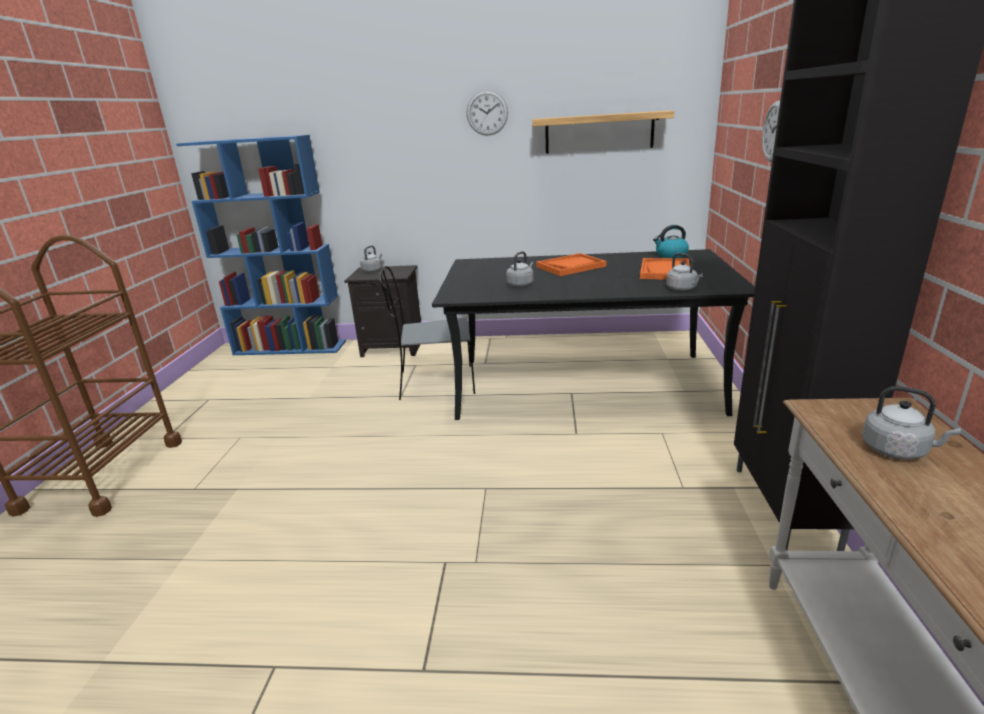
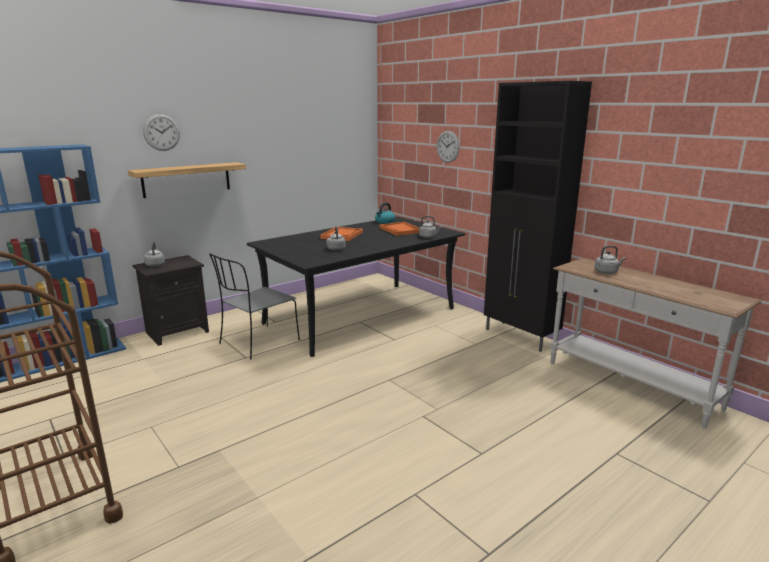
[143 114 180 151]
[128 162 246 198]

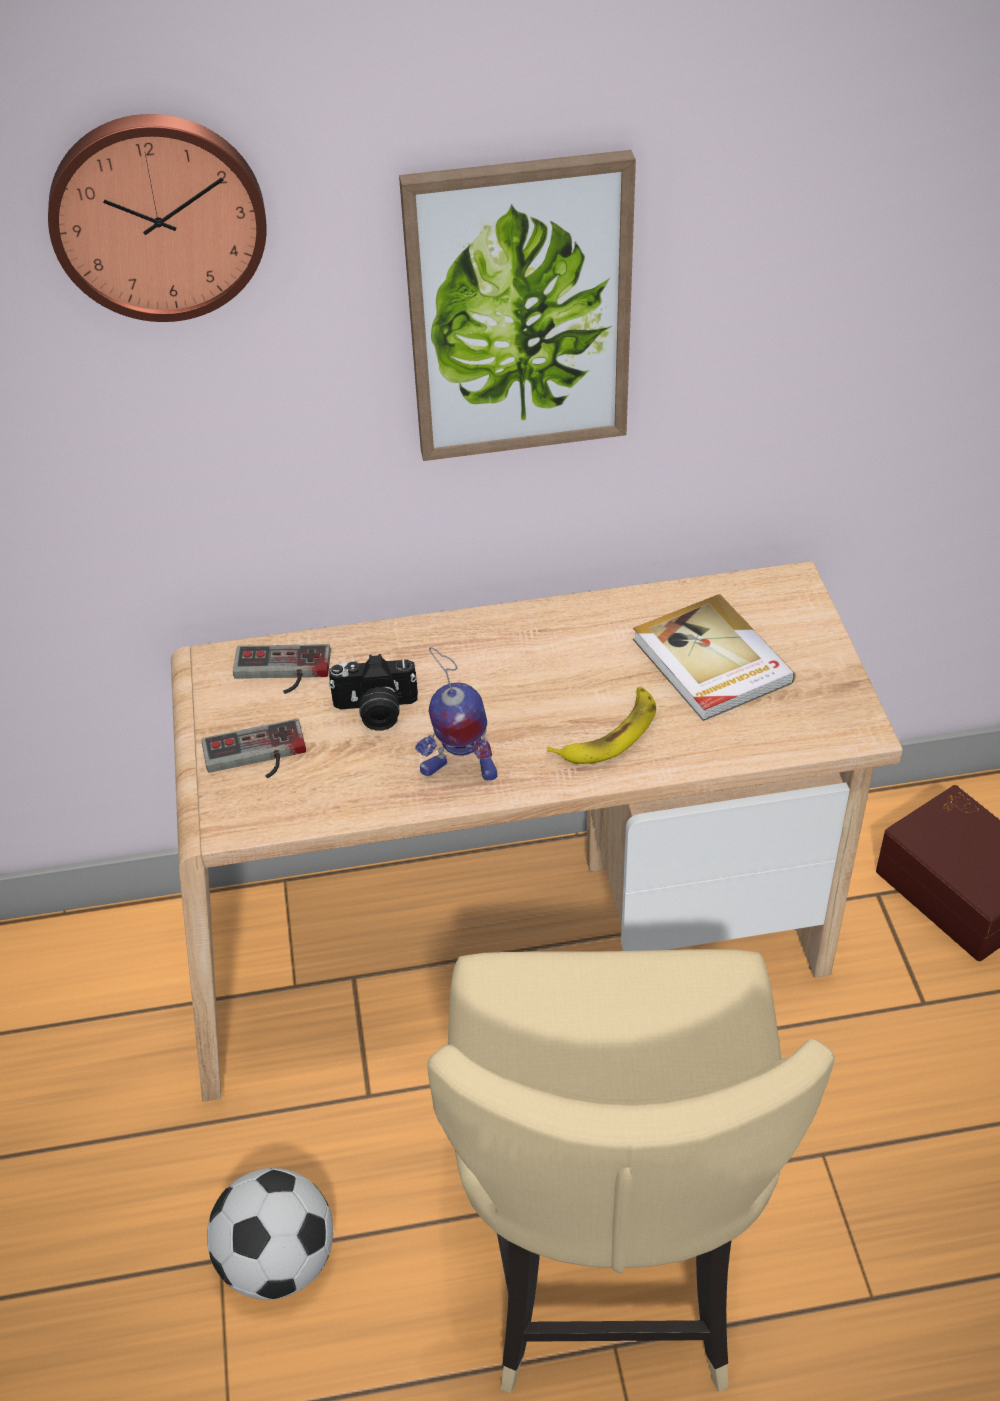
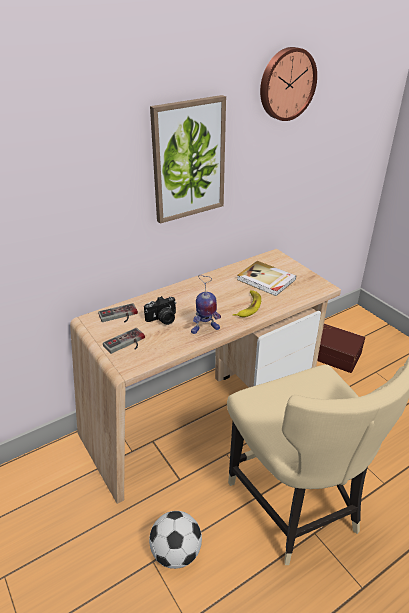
[260 47 317 121]

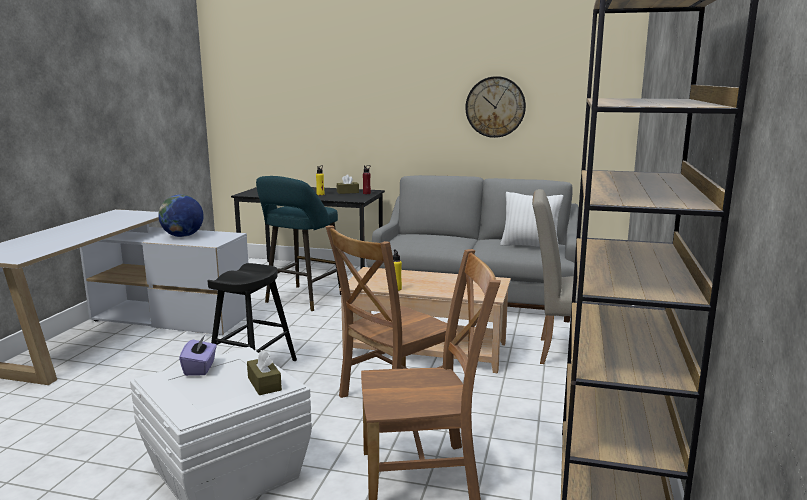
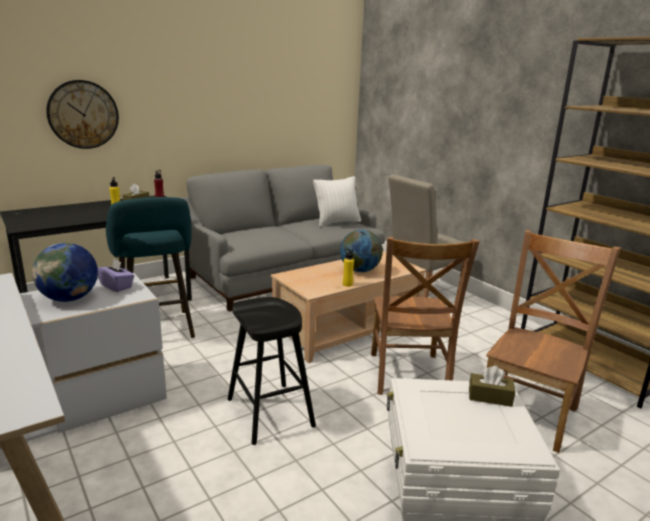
[46 80 119 149]
[97 259 134 292]
[340 230 383 272]

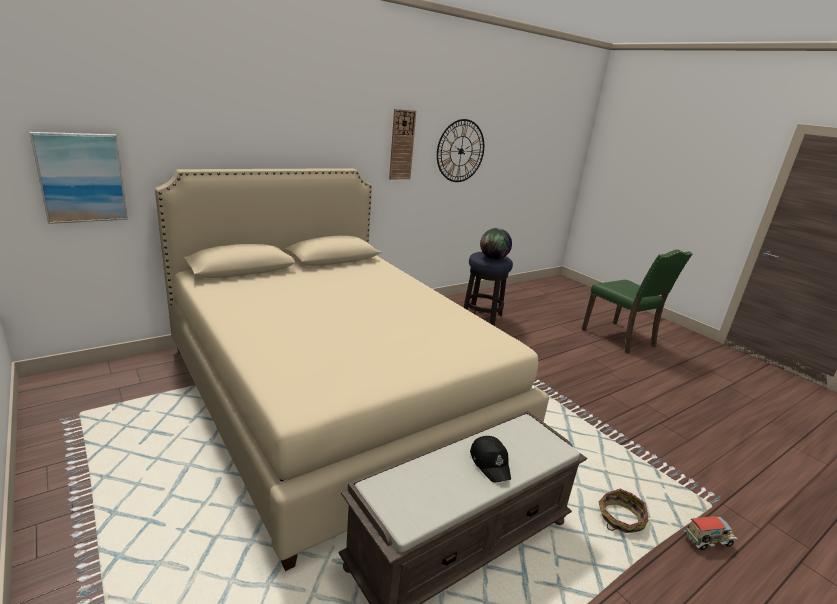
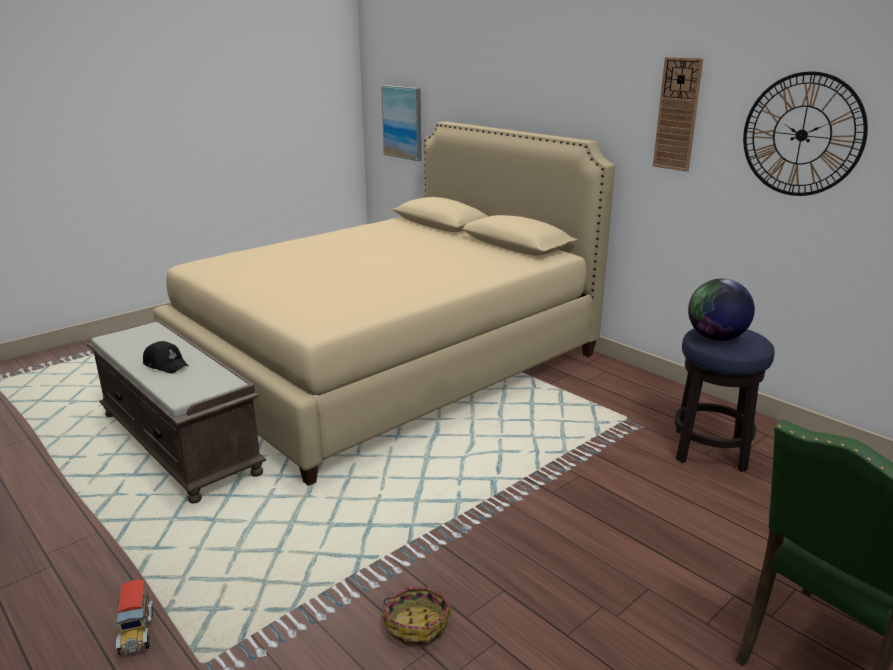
[143 341 188 374]
[382 587 451 646]

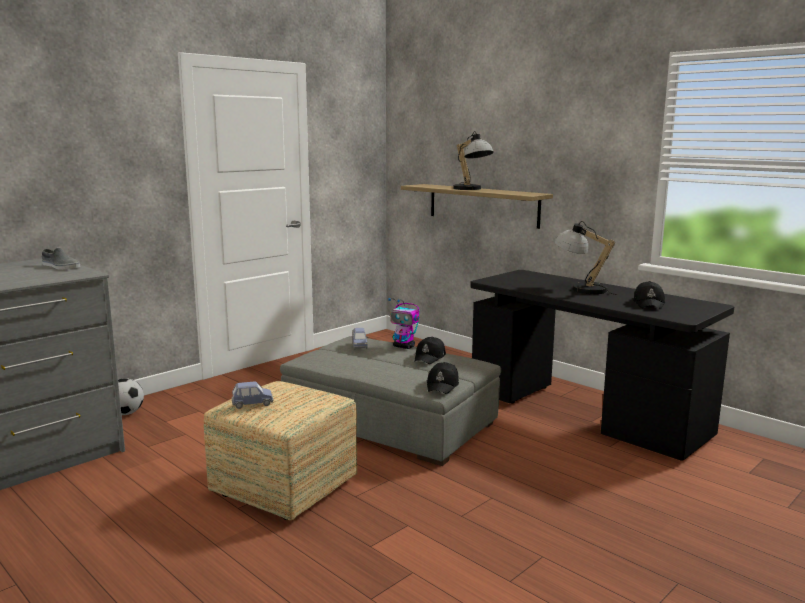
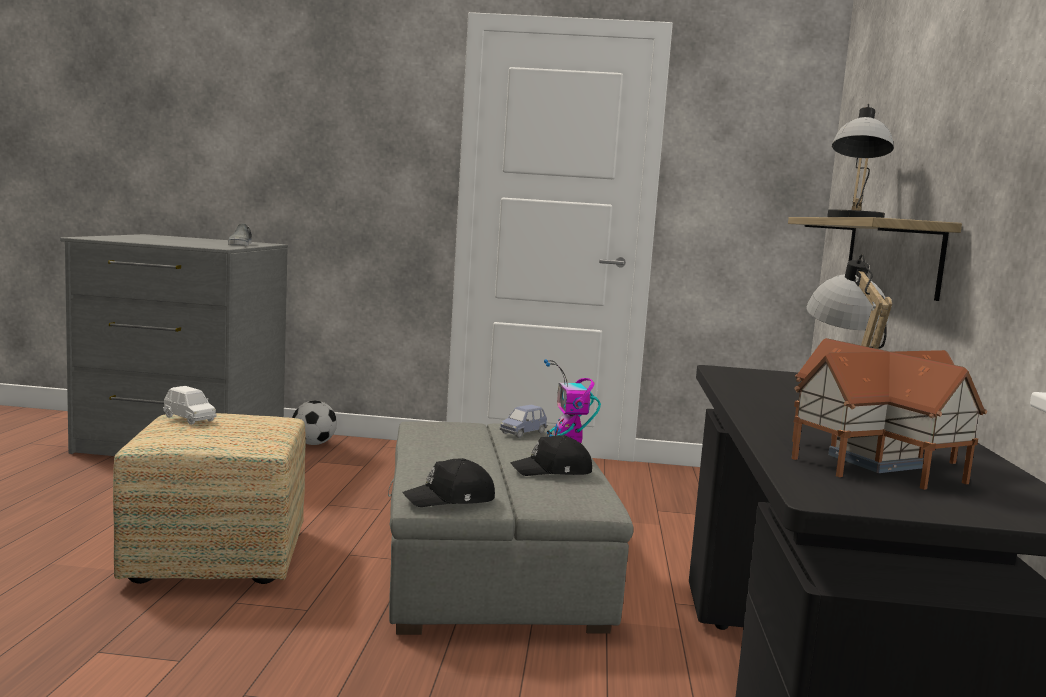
[791 338 988 490]
[163 386 217 425]

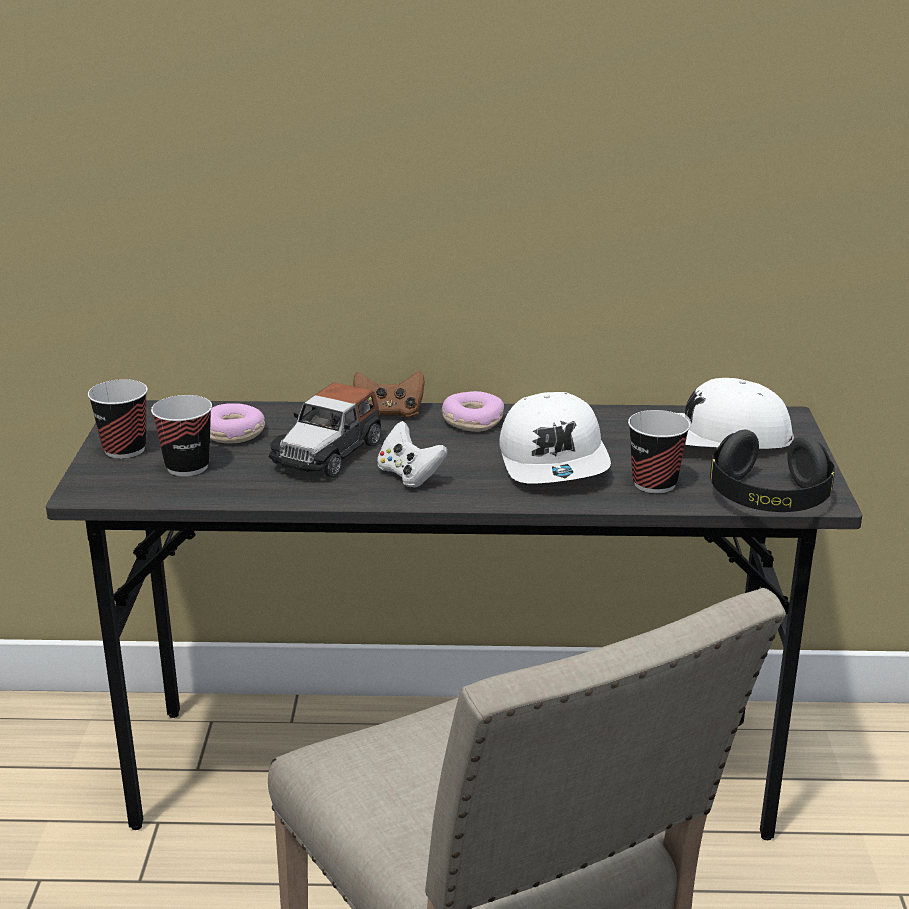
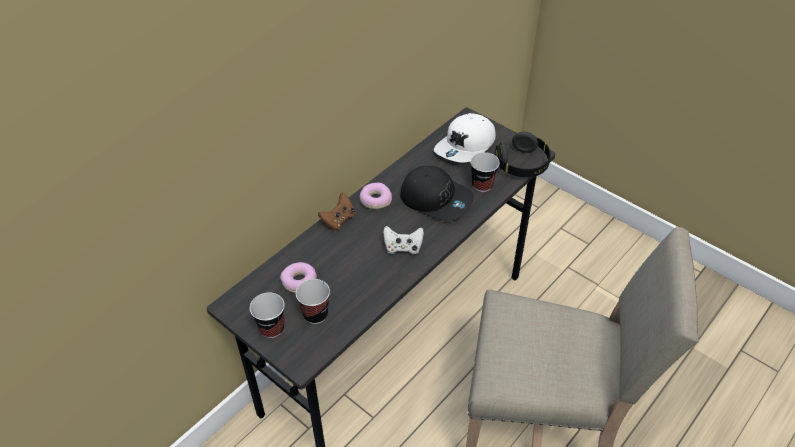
[269 382 381 478] (first image)
[401 166 474 221]

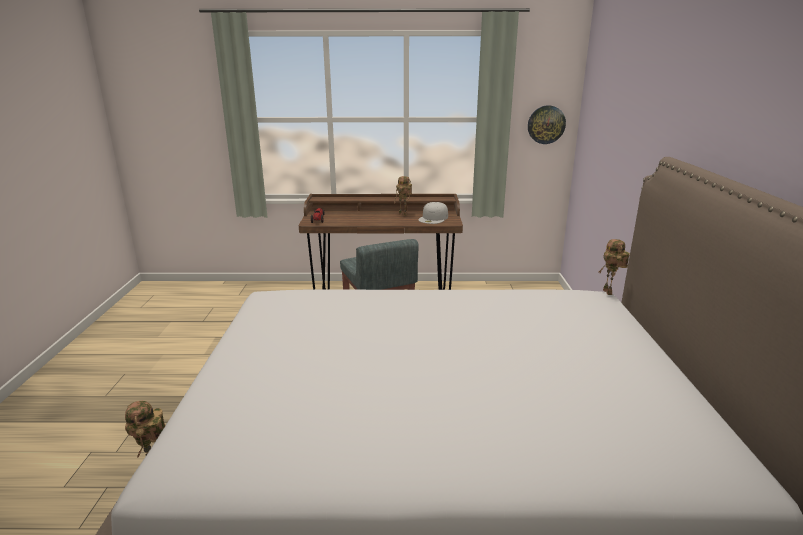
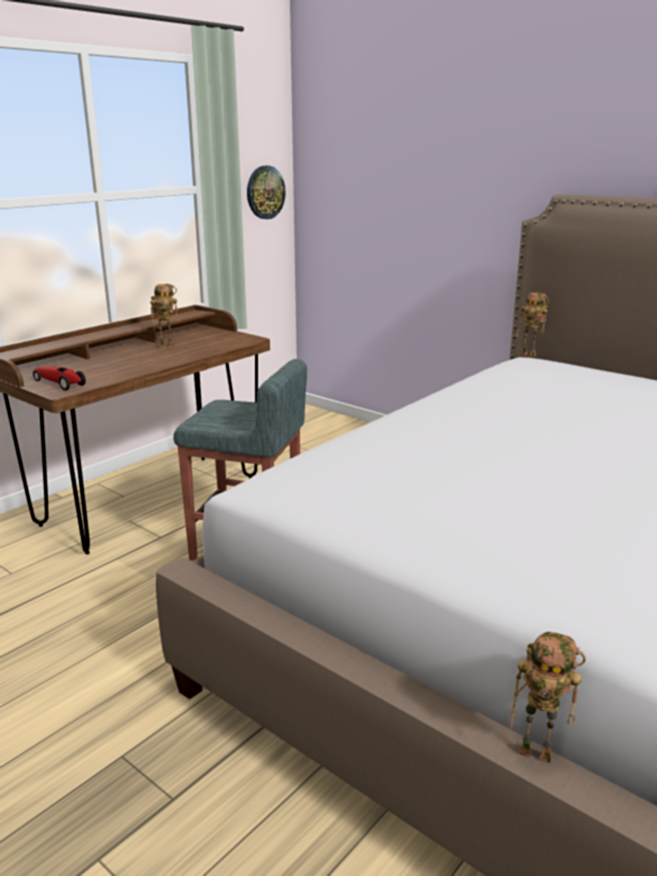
[419 202 448 224] (first image)

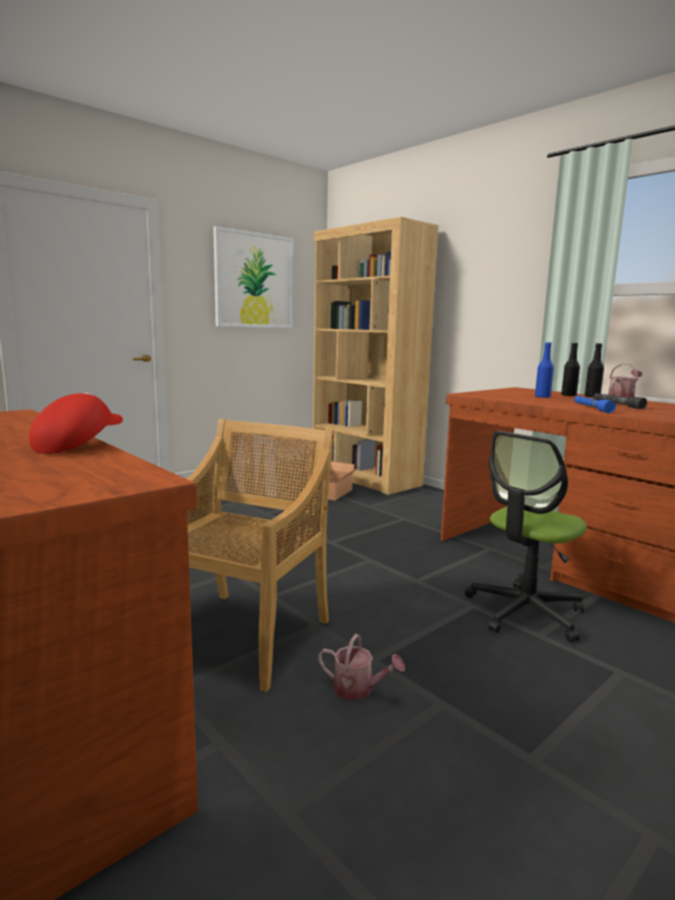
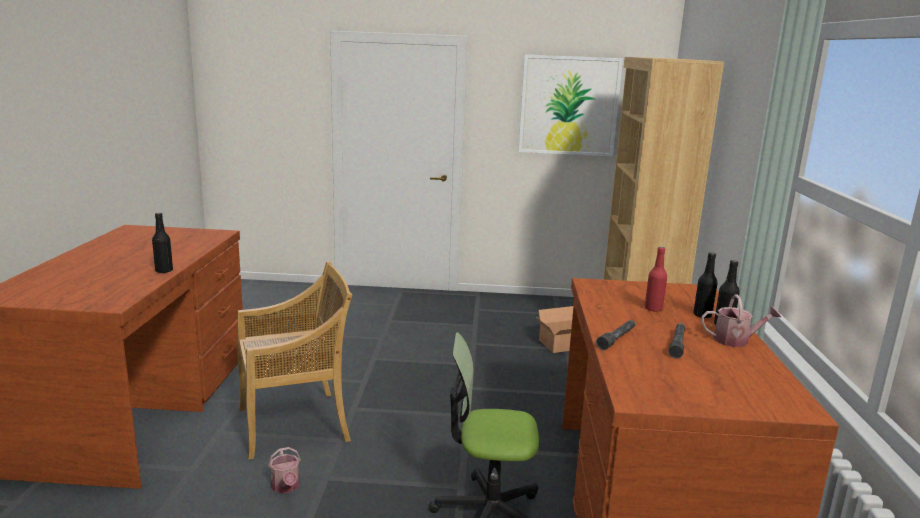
[645 247 667 312]
[152 213 173 273]
[596 320 635 350]

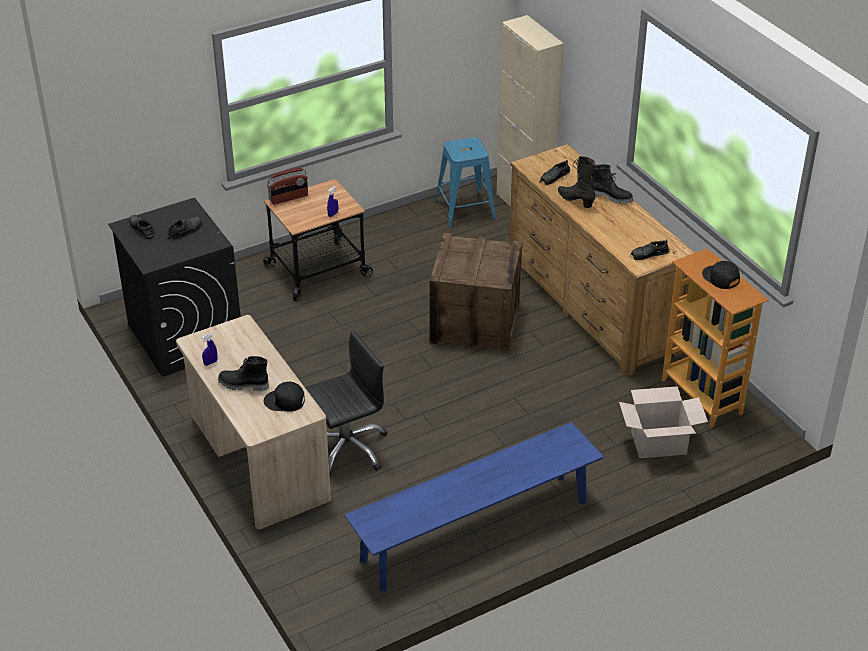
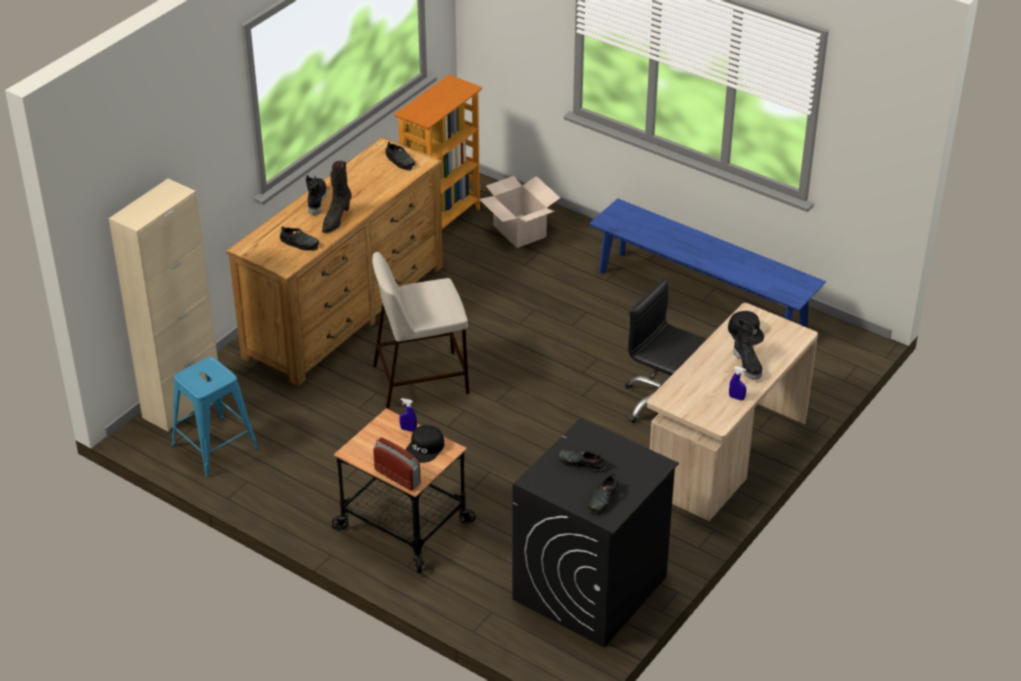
[372 252 469 408]
[406 425 444 463]

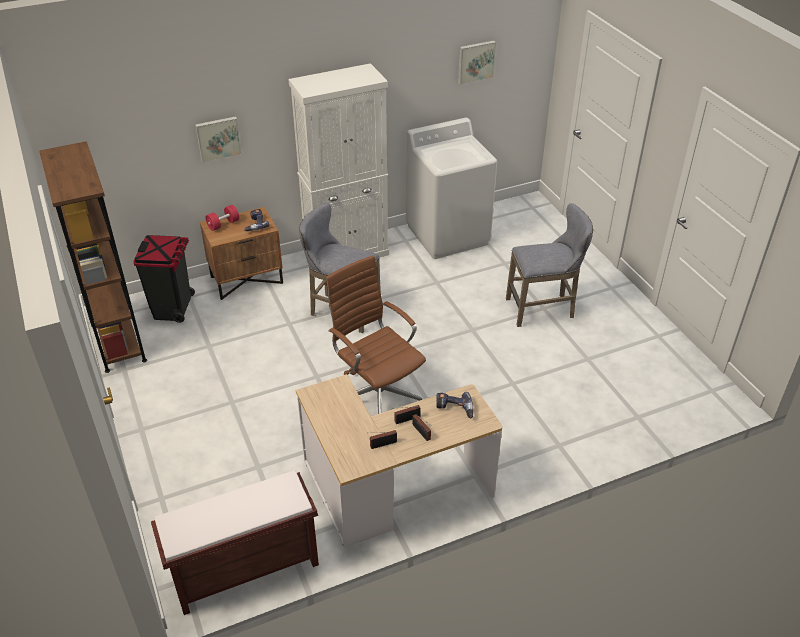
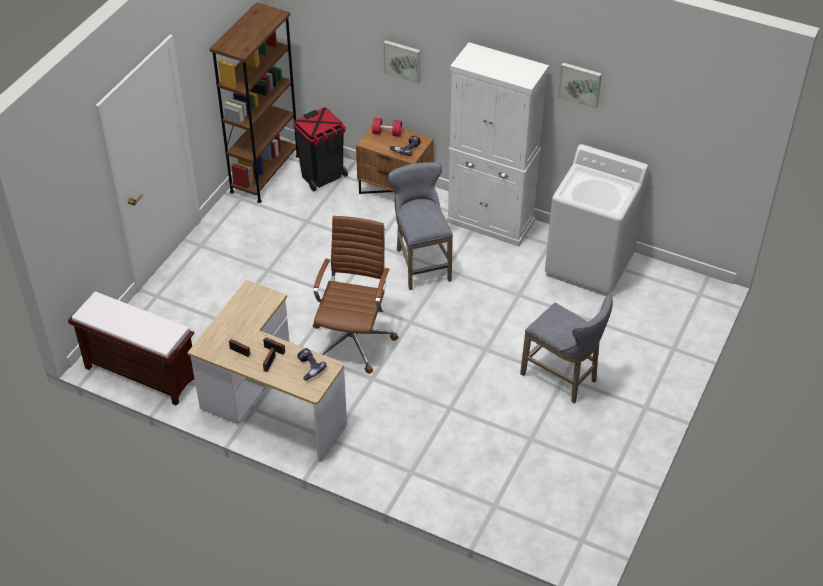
[558 62 602 109]

